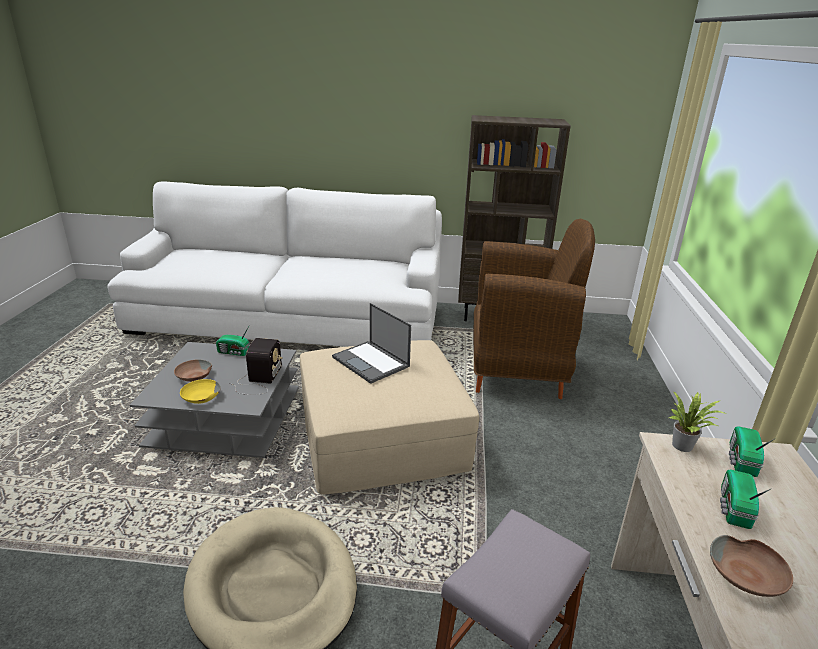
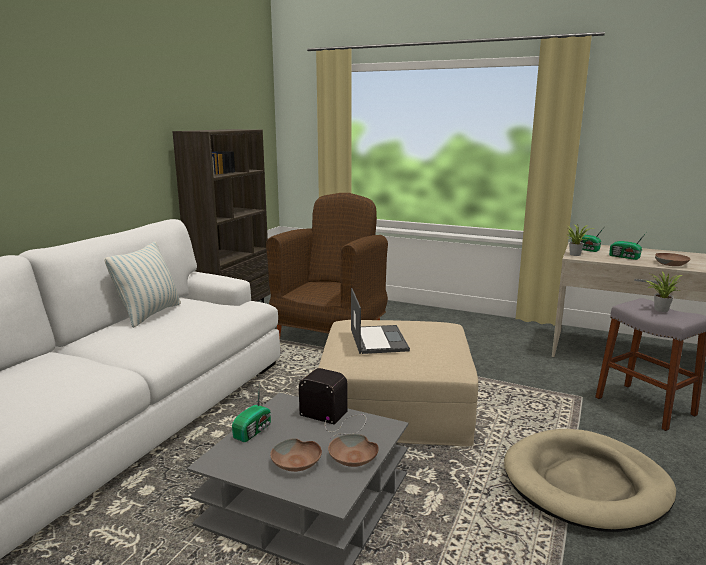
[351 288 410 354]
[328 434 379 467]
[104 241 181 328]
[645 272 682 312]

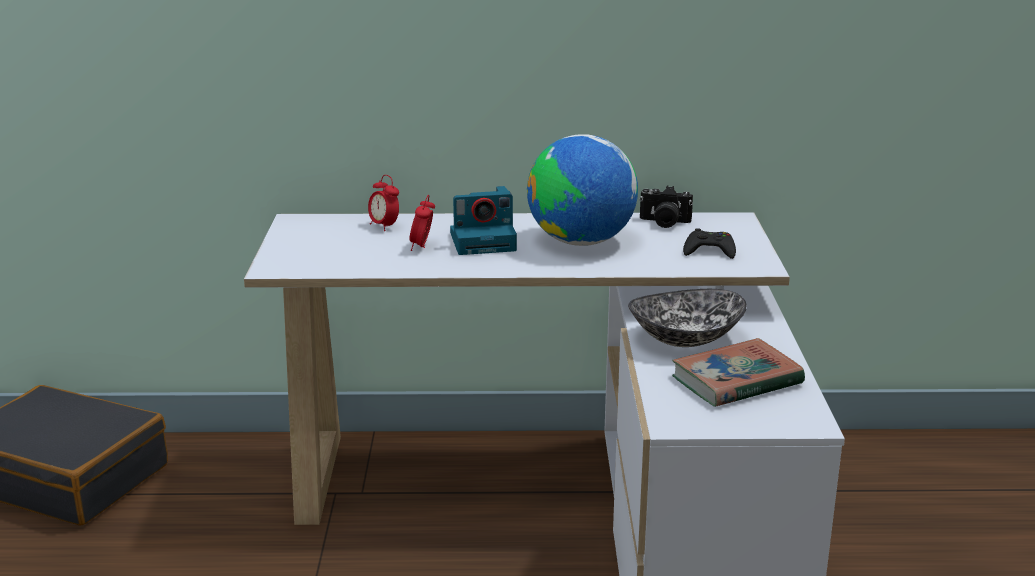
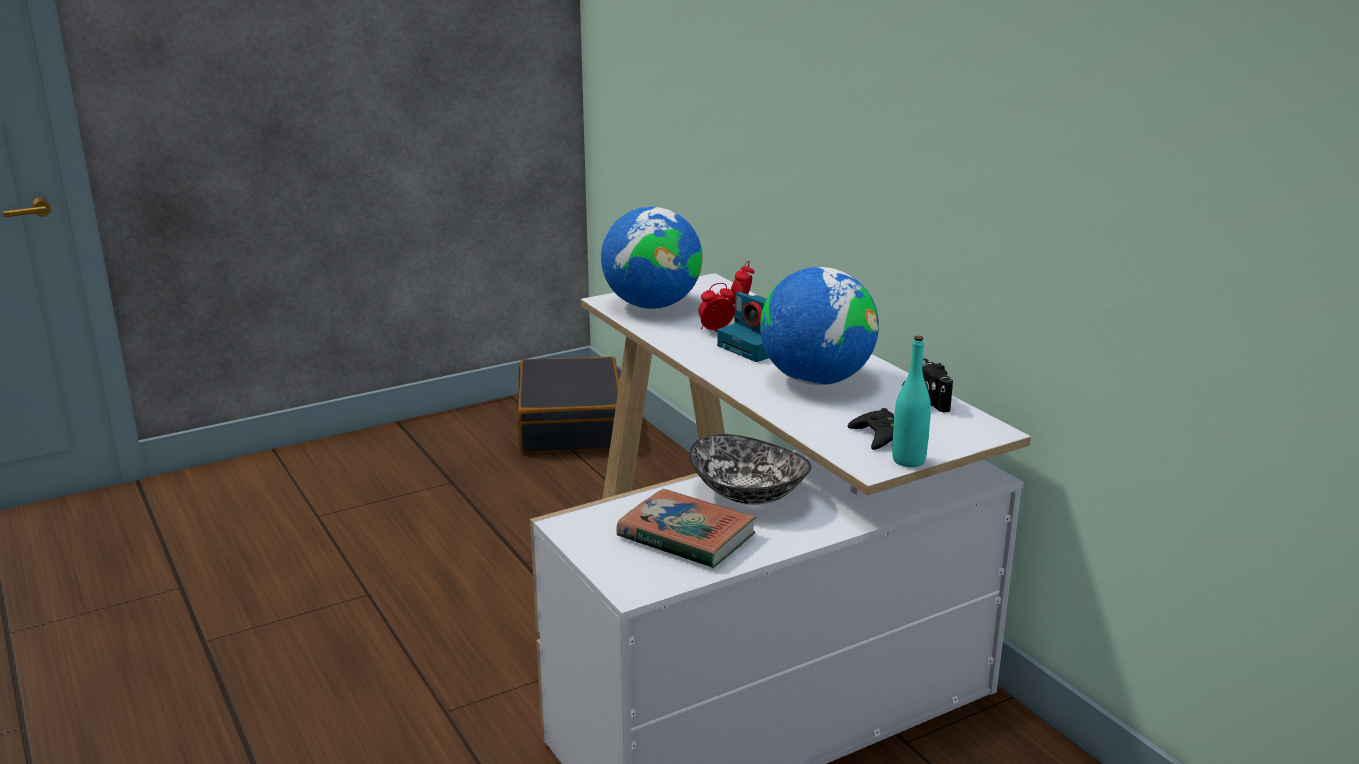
[601 207 703 309]
[892 336 931 467]

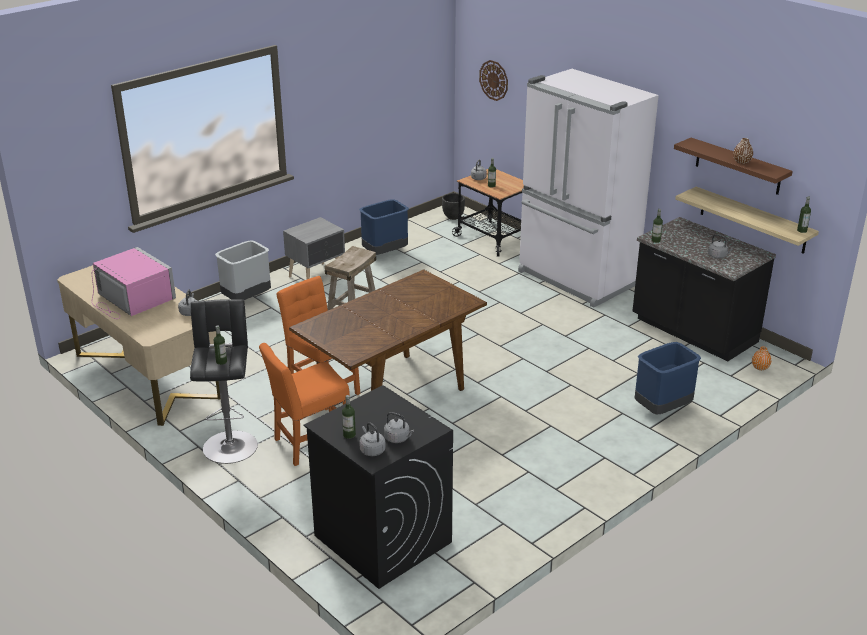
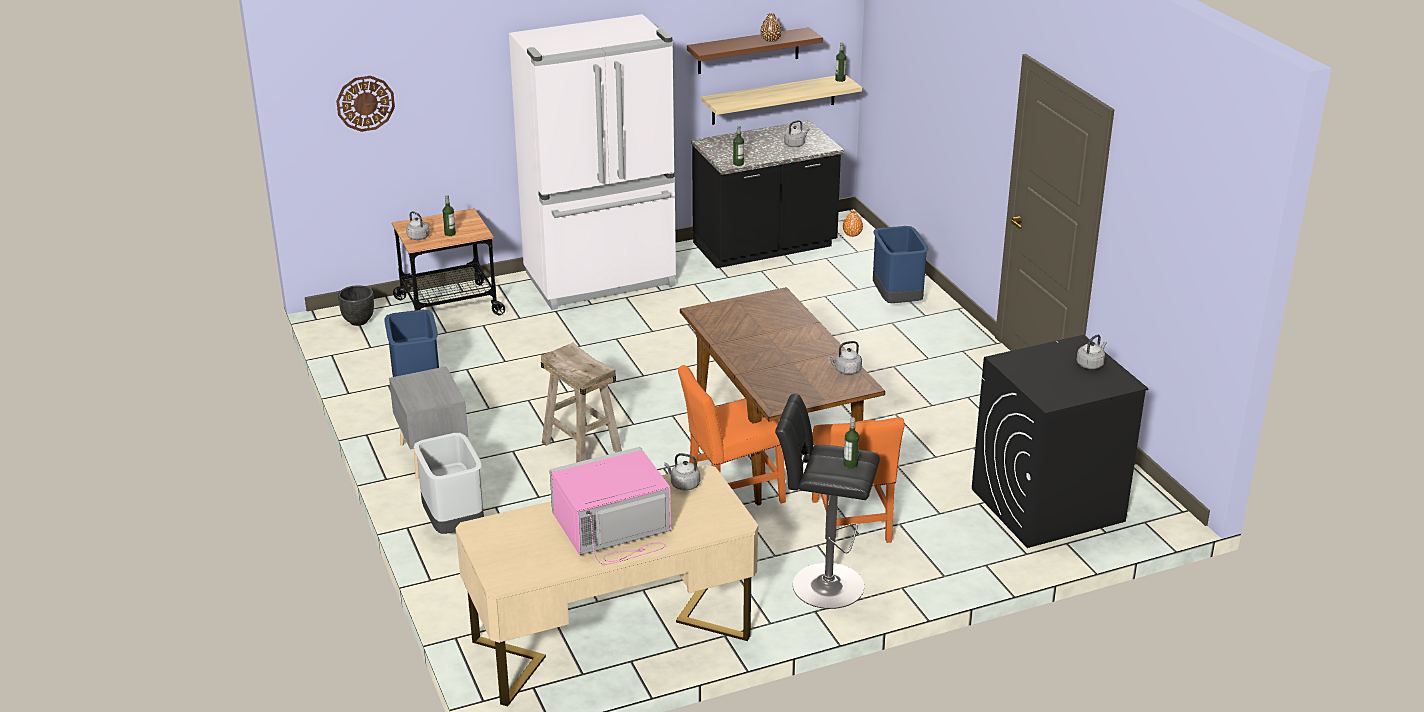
[342 395 356 439] (first image)
[828 341 862 375]

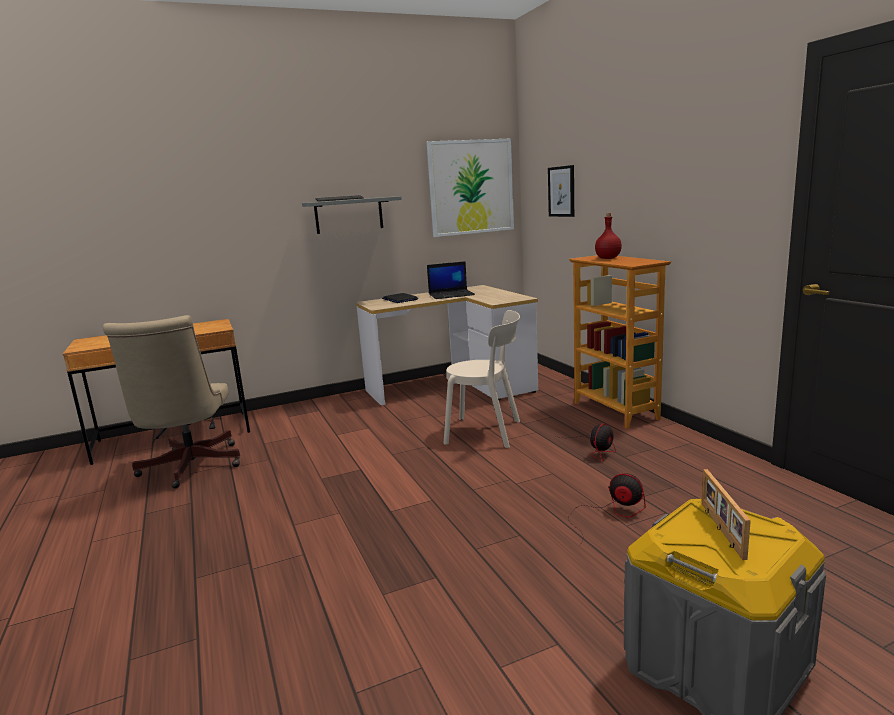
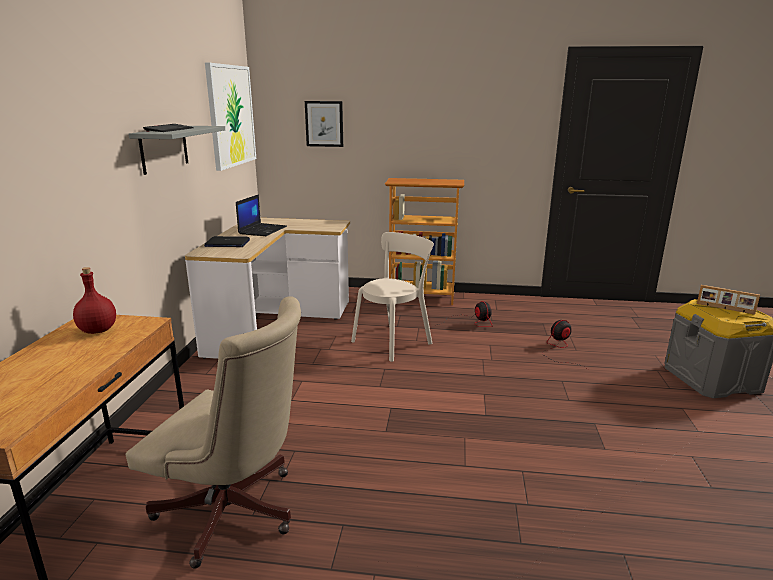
[73 267 116 334]

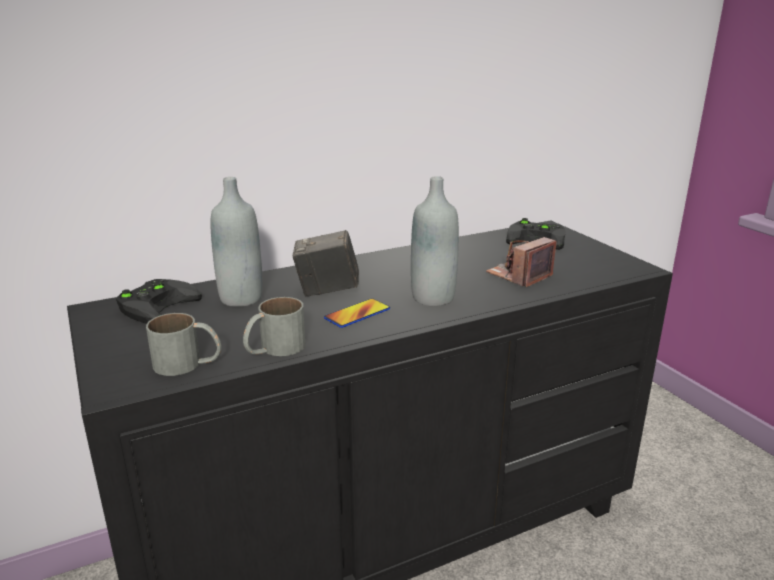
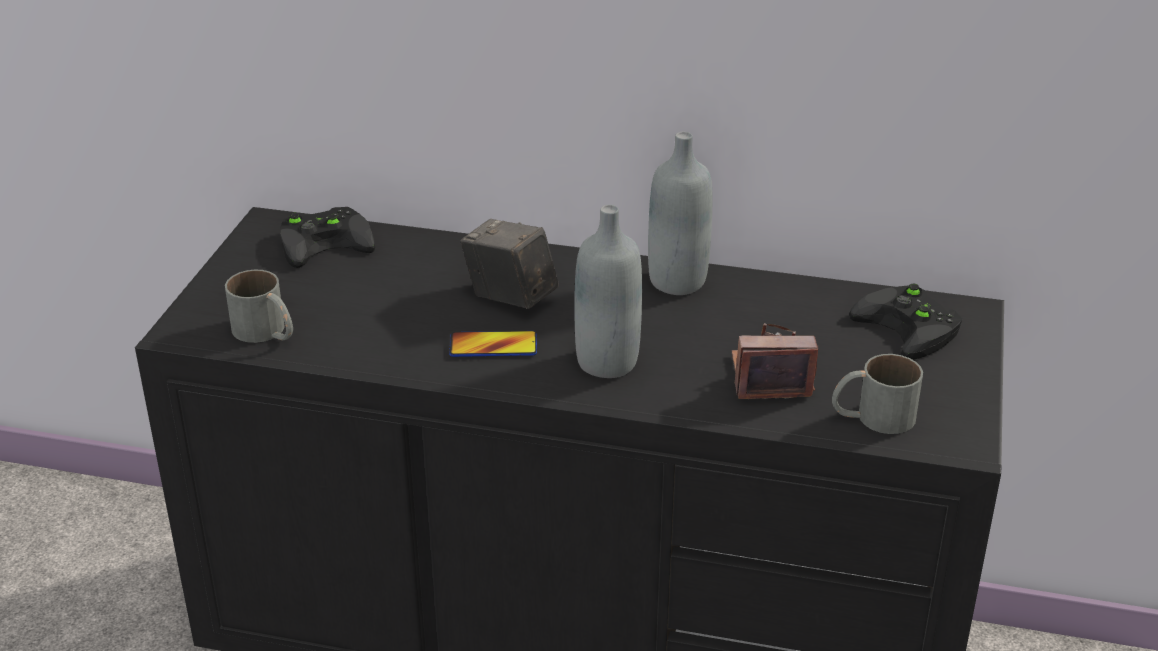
[648 132 712 295]
[832 354 923 434]

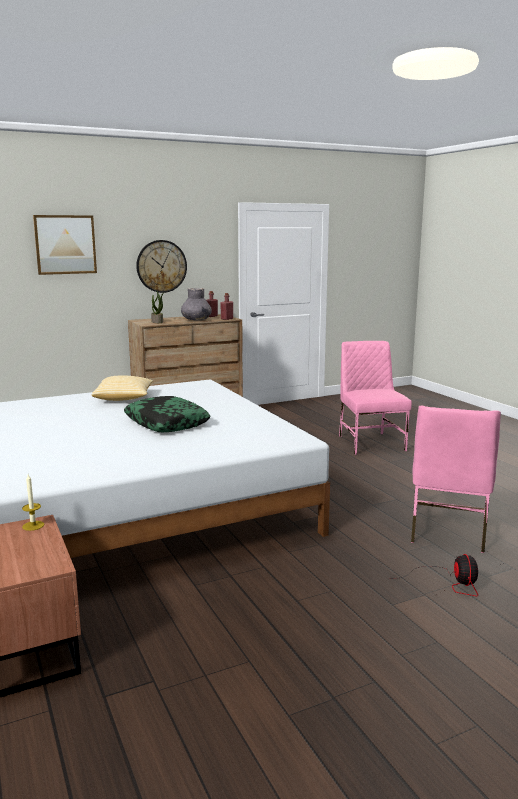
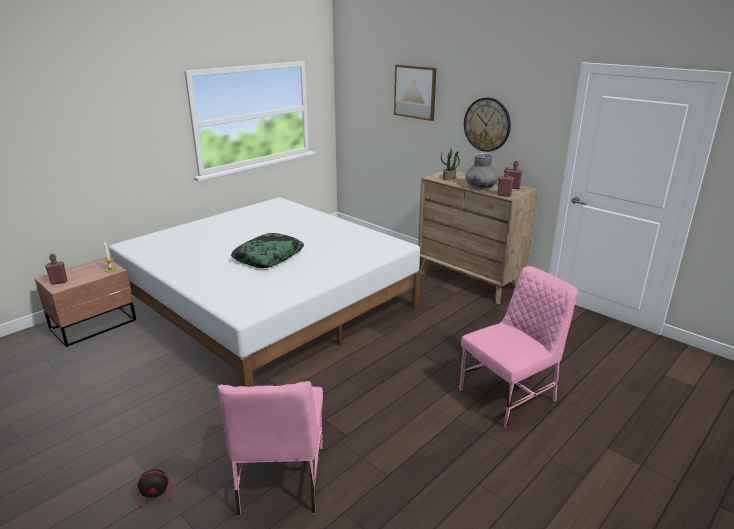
[92 375 153 401] (first image)
[217 381 323 516]
[45 254 67 285]

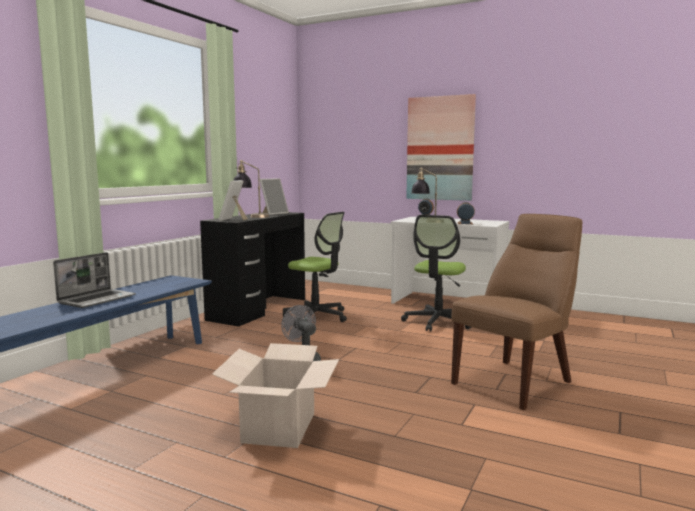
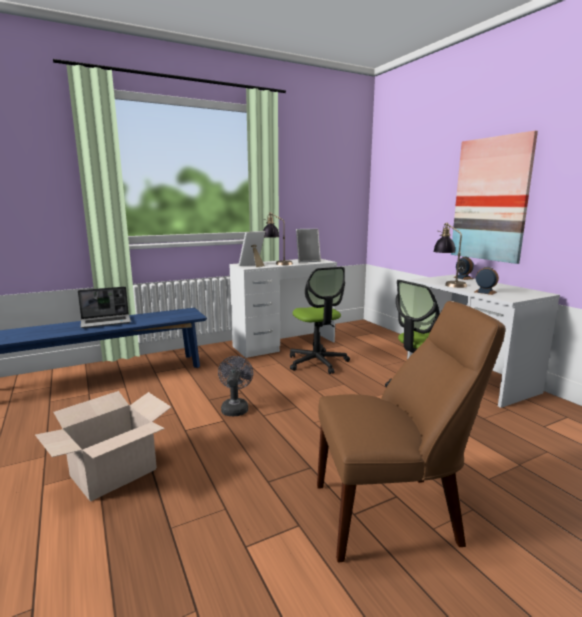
[229 259 337 358]

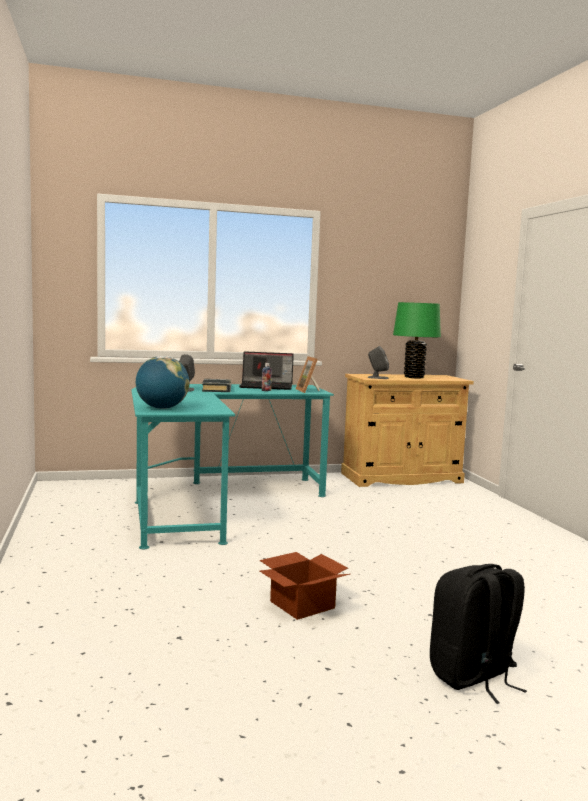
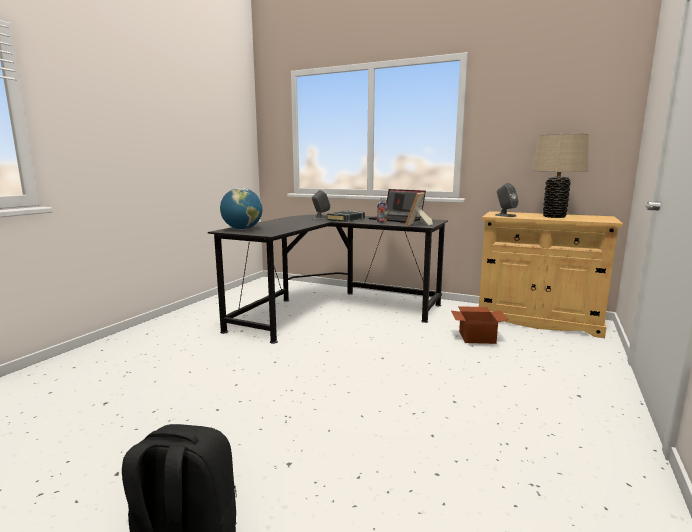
[532 133 589 218]
[208 214 448 344]
[451 306 509 344]

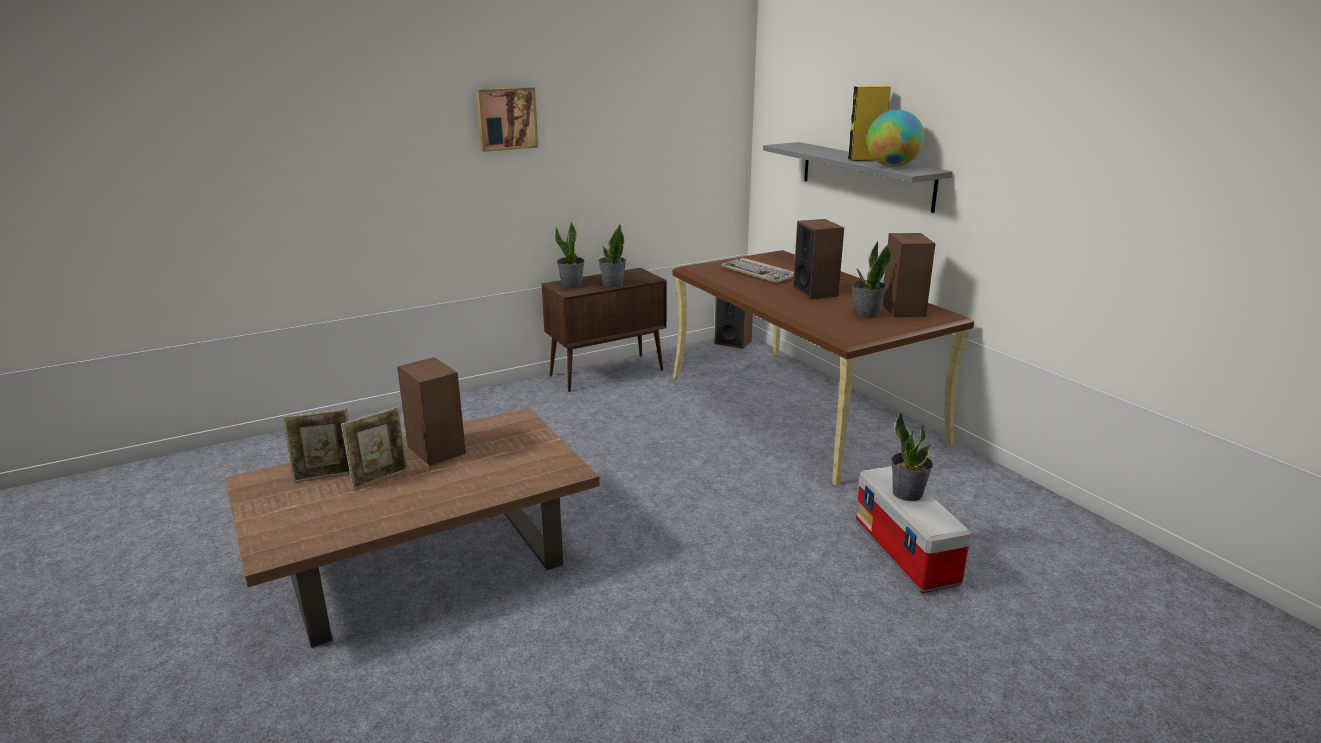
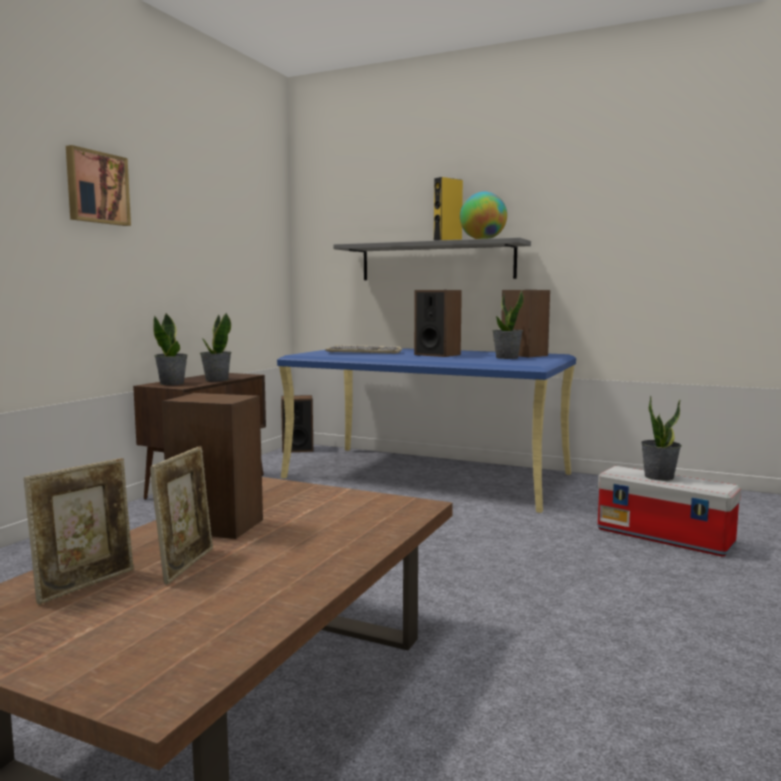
[277 348 576 513]

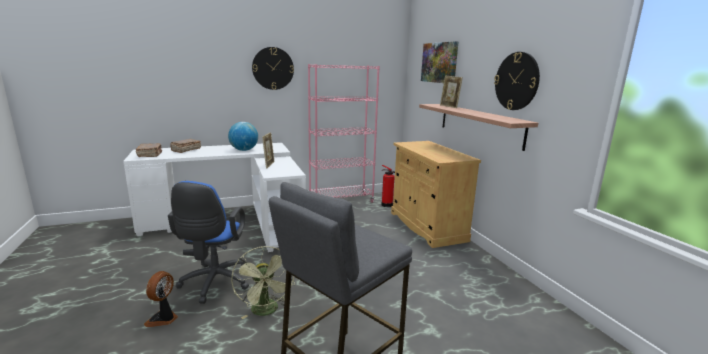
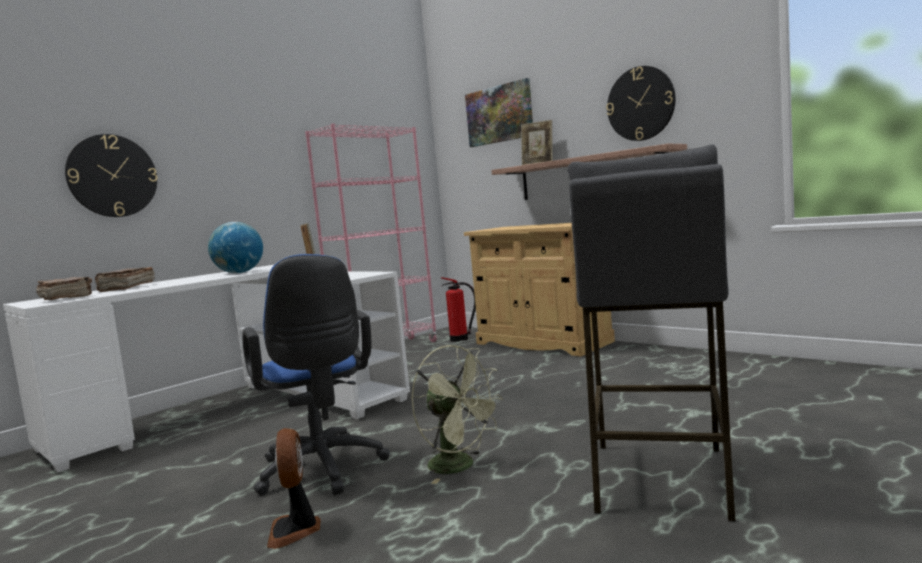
[65 134 157 217]

